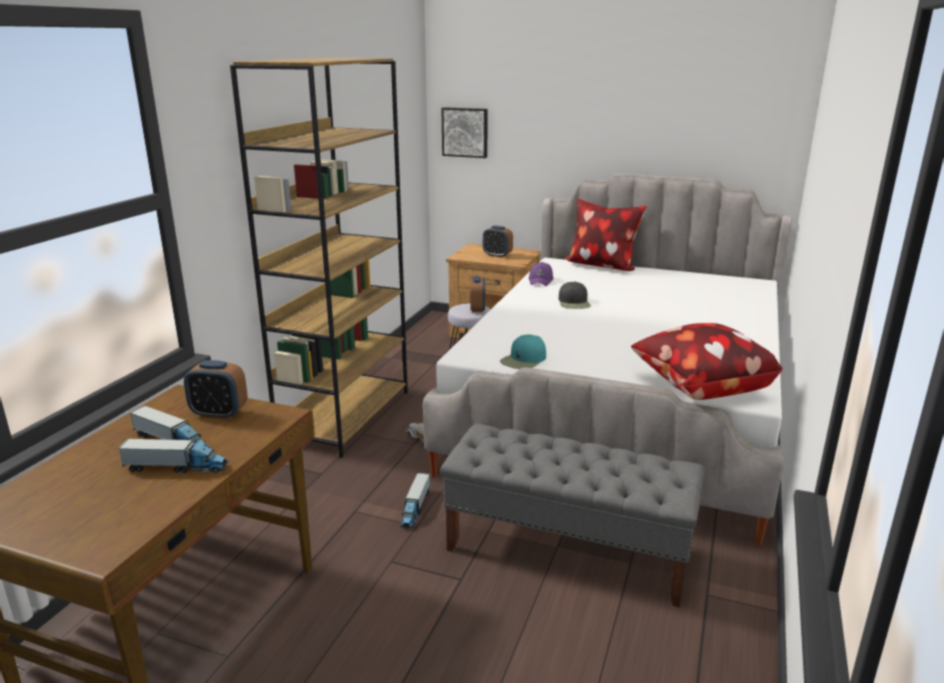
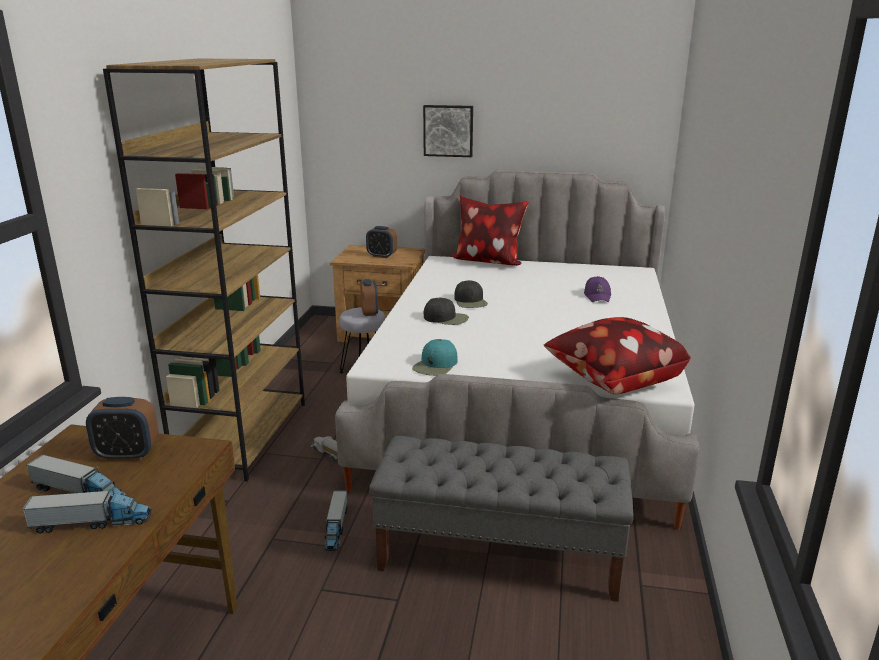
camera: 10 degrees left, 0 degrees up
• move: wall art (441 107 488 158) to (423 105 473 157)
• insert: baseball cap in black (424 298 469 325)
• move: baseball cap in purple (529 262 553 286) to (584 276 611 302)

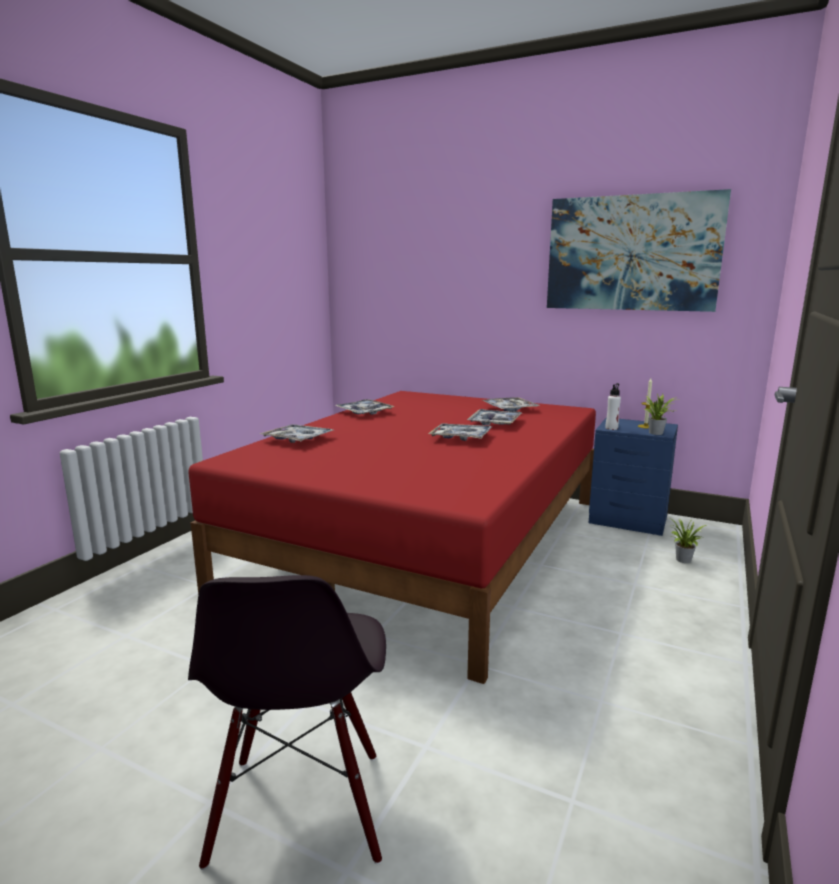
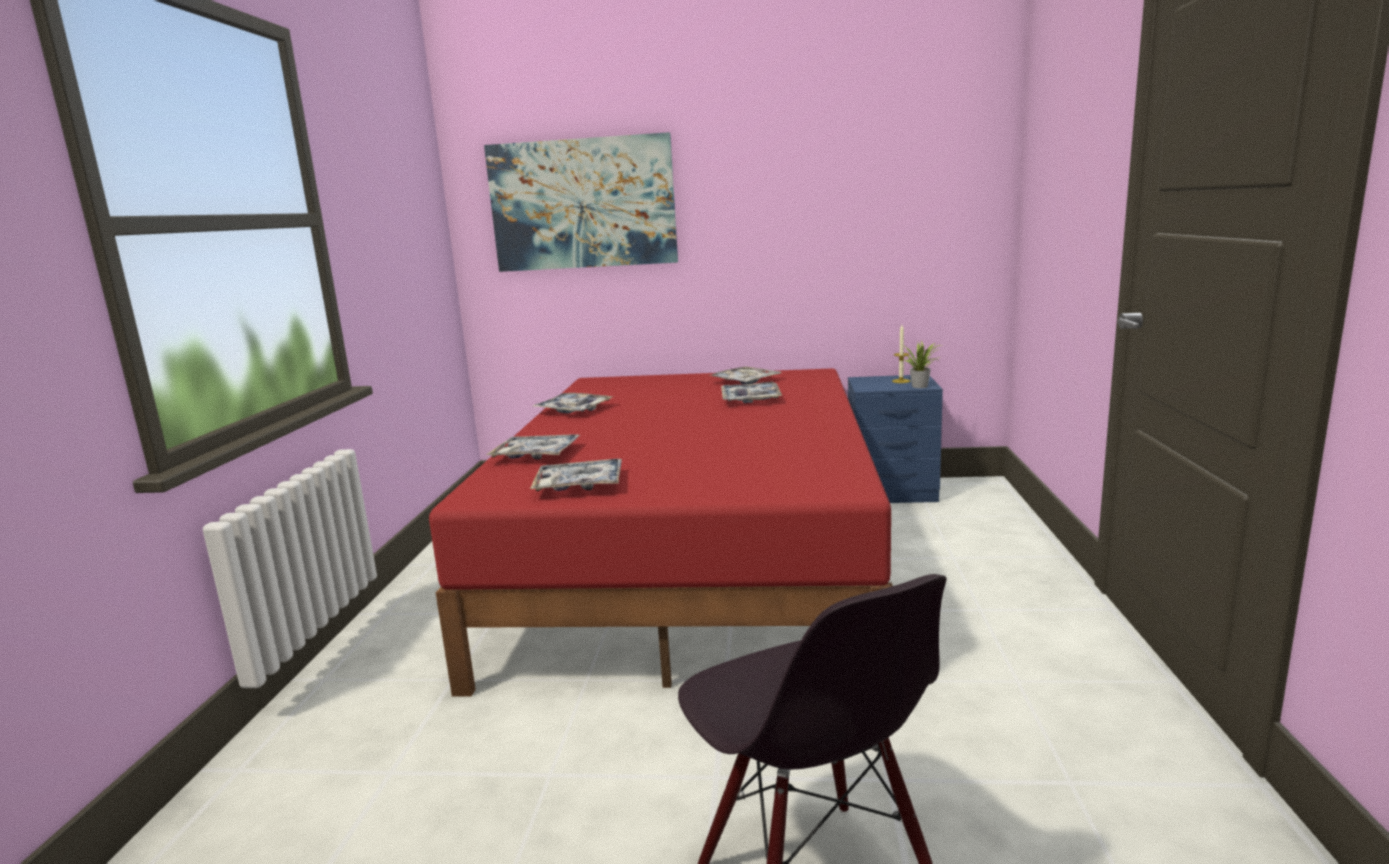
camera: 20 degrees left, 0 degrees up
• move: wall art (547 189 731 312) to (484 132 678 272)
• move: carrying tray (428 423 492 441) to (530 459 622 491)
• delete: beverage bottle in whitish (606 383 621 430)
• delete: plant in a pot (669 518 707 563)

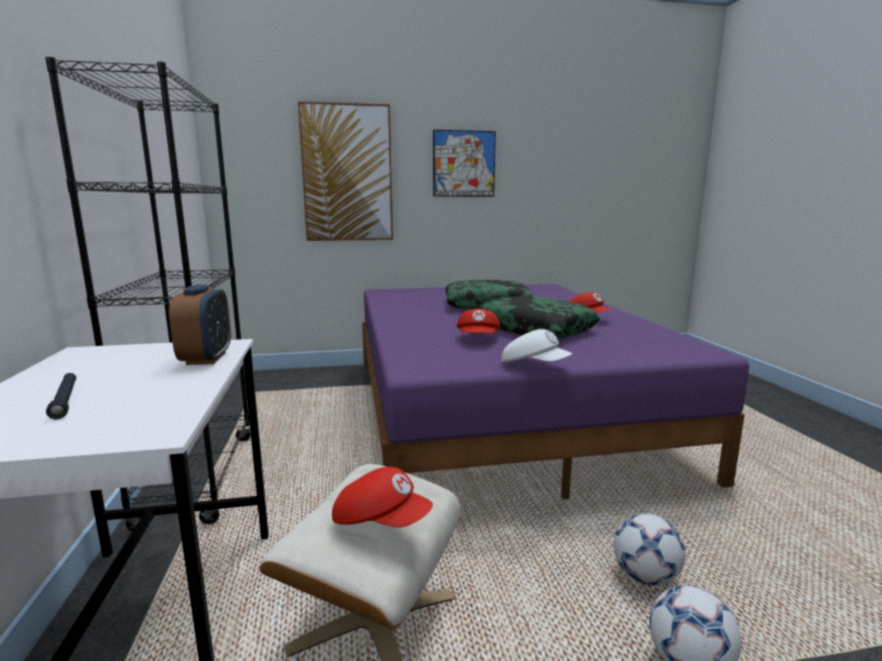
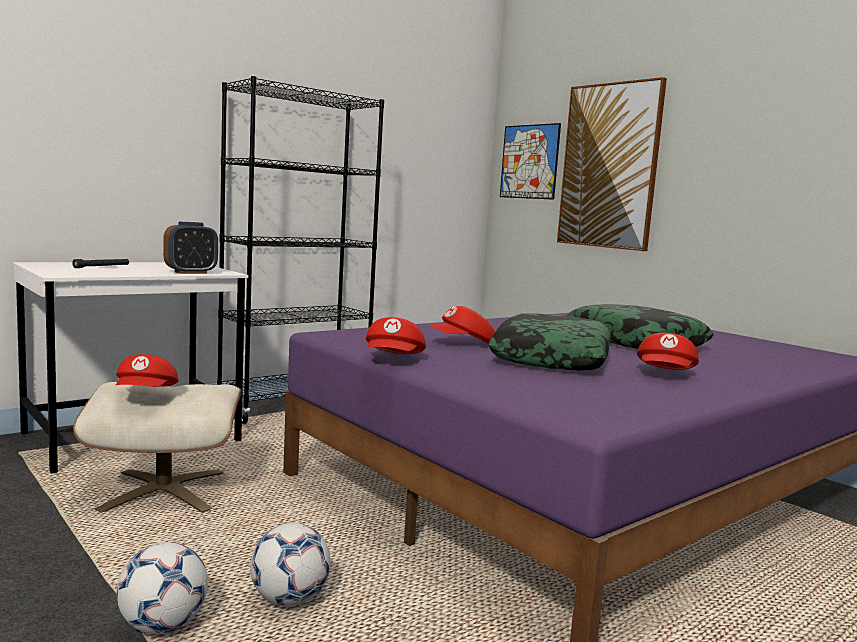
camera: 60 degrees right, 5 degrees down
• recolor: baseball cap in whitish (502 329 572 363) to baseball cap in reddish (366 317 426 354)
• move: wall art (433 130 496 197) to (500 123 561 200)

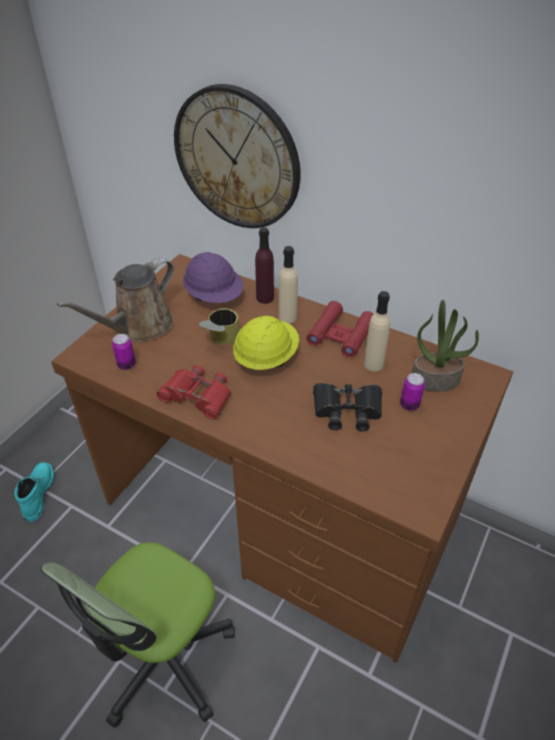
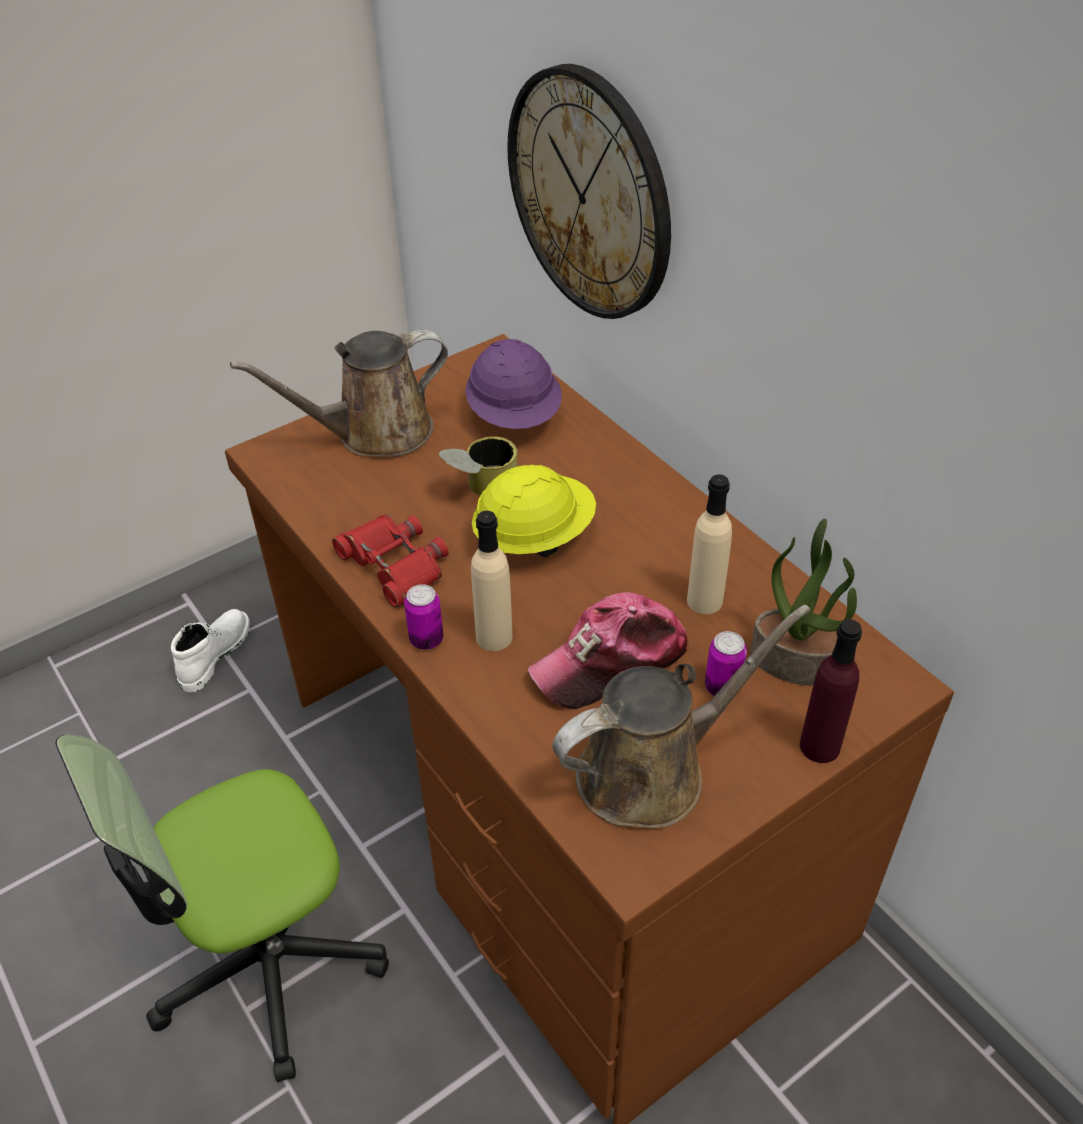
camera: 25 degrees right, 0 degrees up
• recolor: high-top boot in turquoise (14 462 54 522) to high-top boot in whitish (171 609 250 692)
• move: metal can (112 334 136 370) to (404 584 443 650)
• move: beverage bottle in sand-coloured (279 246 298 324) to (471 511 512 651)
• replace: field glasses in black (313 383 382 431) to baseball cap (528 592 690 709)
• insert: watering pot in brownish (552 605 811 829)
• move: beverage bottle in purple (255 227 274 304) to (800 619 862 763)
• delete: field glasses in reddish (306 301 374 358)

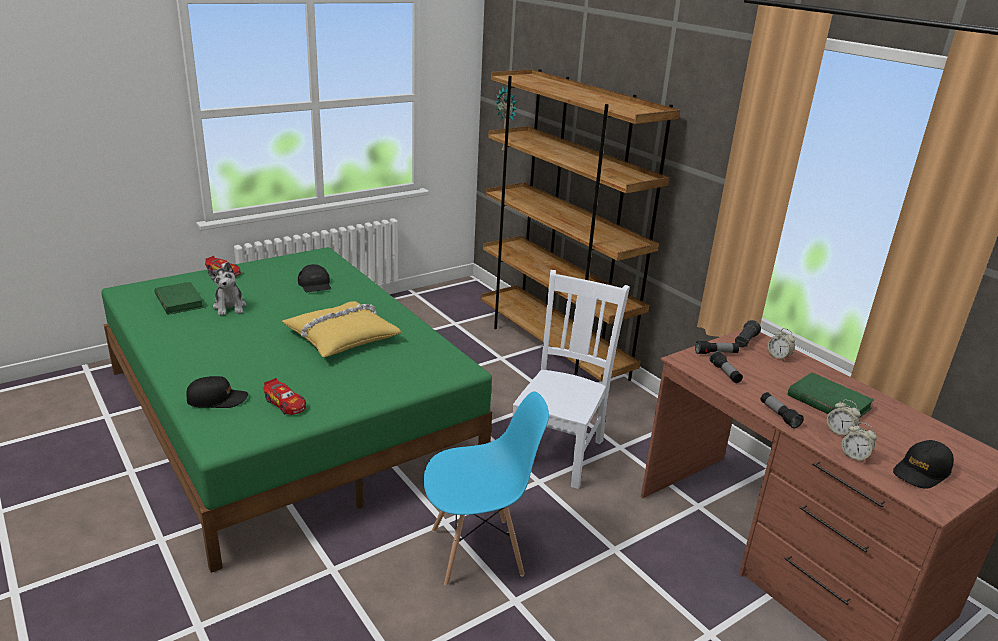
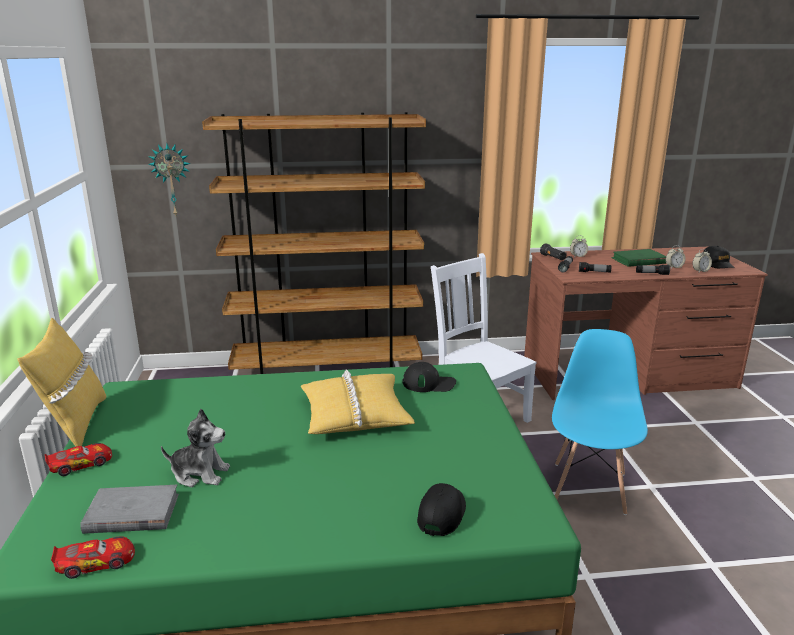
camera: 60 degrees left, 5 degrees down
• insert: pillow in yellow-coloured (18 318 107 447)
• move: miniature car (263 378 306 415) to (51 536 135 579)
• recolor: book in green-coloured (154 282 204 315) to book in greyish (80 485 179 534)
• move: baseball cap in black (298 264 331 292) to (402 362 456 392)

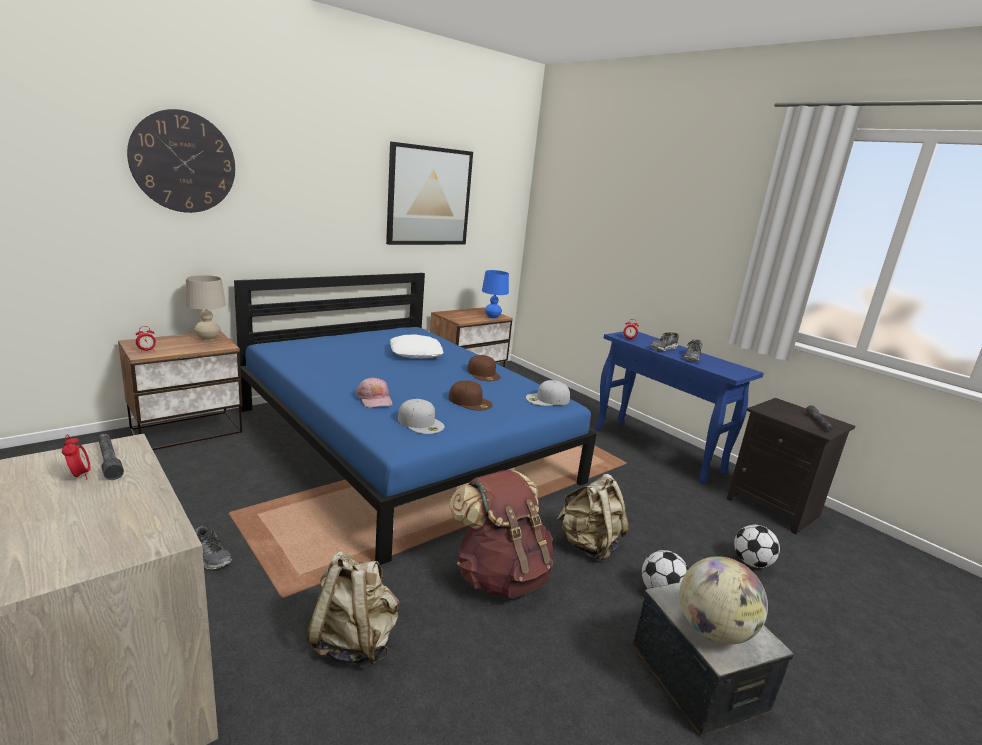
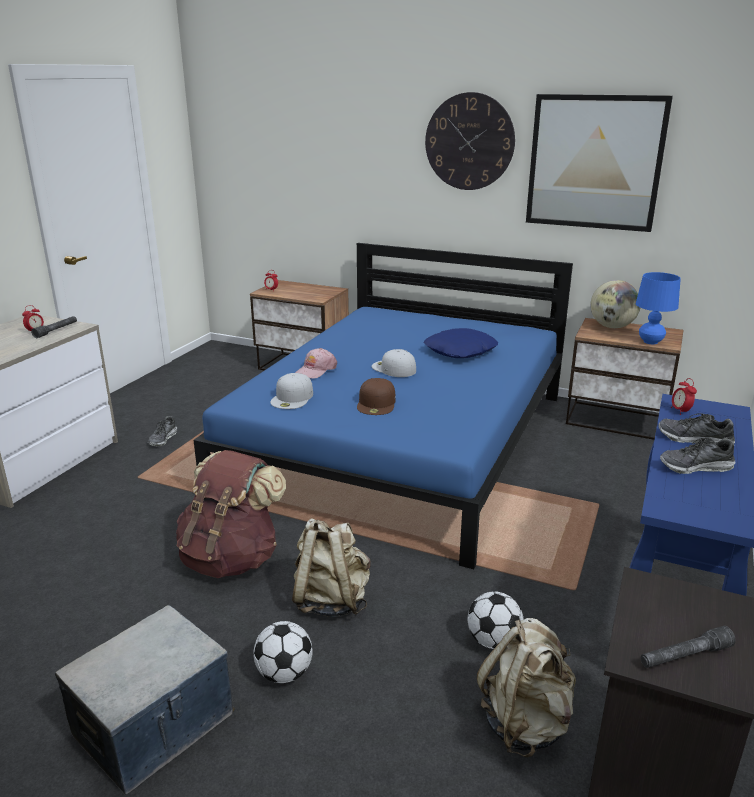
camera: 65 degrees right, 5 degrees up
• move: baseball cap in whitish (526 380 570 406) to (372 349 416 377)
• recolor: pillow in whitish (390 335 443 358) to pillow in bluish (424 328 498 358)
• move: wall clock (127 109 235 213) to (425 92 515 190)
• move: football (734 525 780 568) to (468 591 524 649)
• move: backpack in sand-coloured (307 551 400 665) to (477 618 576 757)
• move: globe (680 556 768 645) to (590 280 640 328)
• delete: tabletop lamp in sand-coloured (185 275 226 340)
• delete: baseball cap in brownish (467 355 501 381)

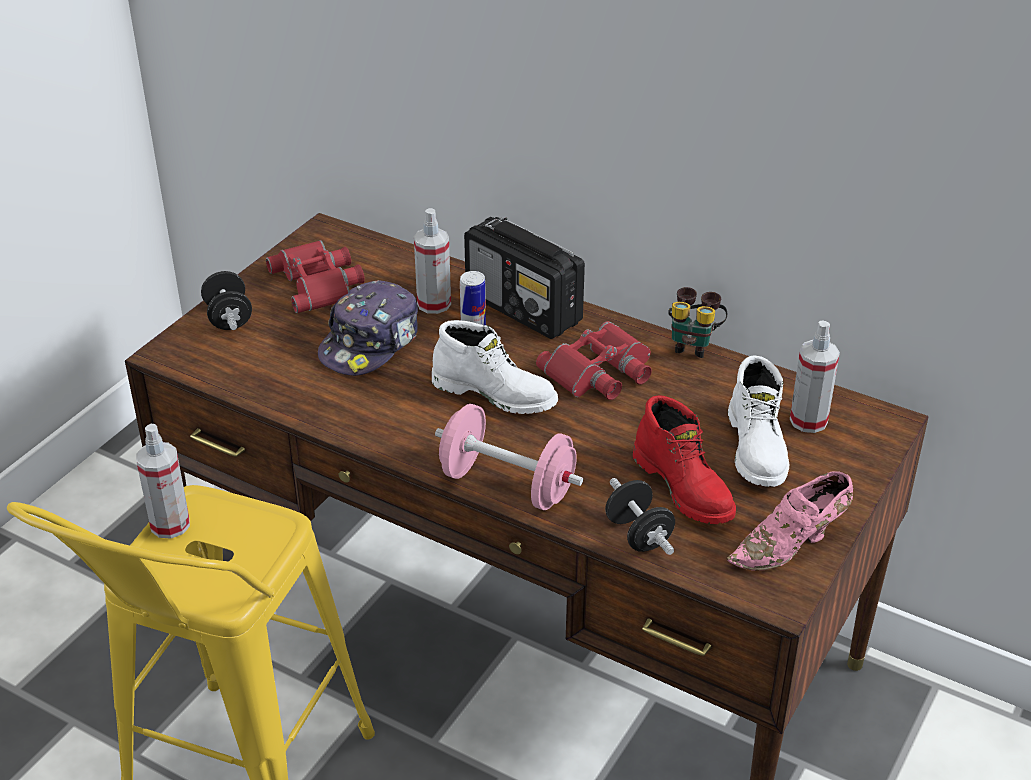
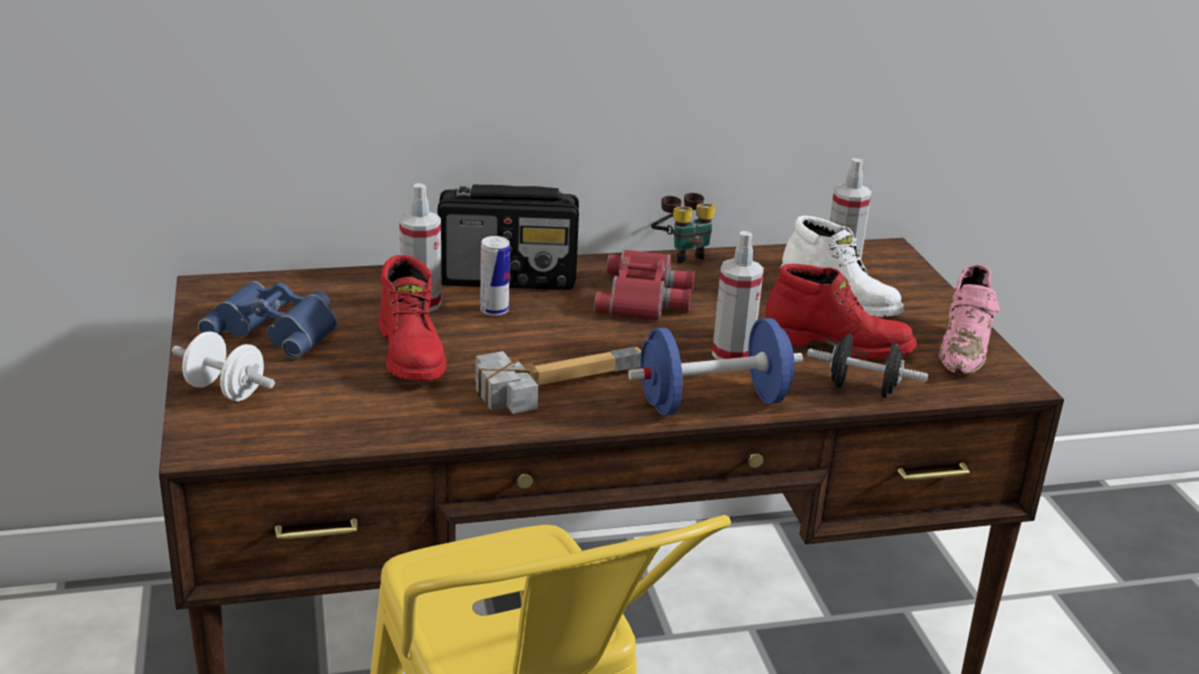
camera: 45 degrees left, 10 degrees down
• recolor: dumbbell in black (201 271 252 330) to dumbbell in whitish (172 332 275 401)
• recolor: field glasses in reddish (266 240 365 313) to field glasses in bluish (198 281 338 359)
• replace: baseball cap (318 280 418 376) to high-top boot in reddish (379 255 447 381)
• insert: tool hammer (476 347 641 414)
• recolor: dumbbell in pink (435 404 583 510) to dumbbell in bluish (628 318 803 415)
• move: hand sprayer (136 424 190 539) to (712 231 764 360)
• delete: high-top boot in whitish (432 320 558 414)

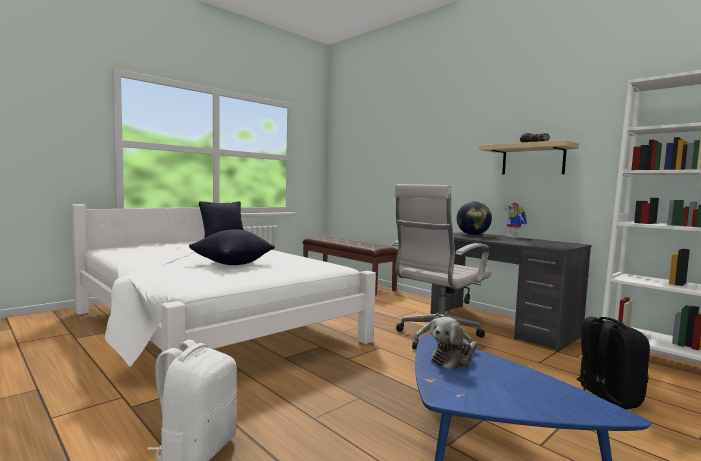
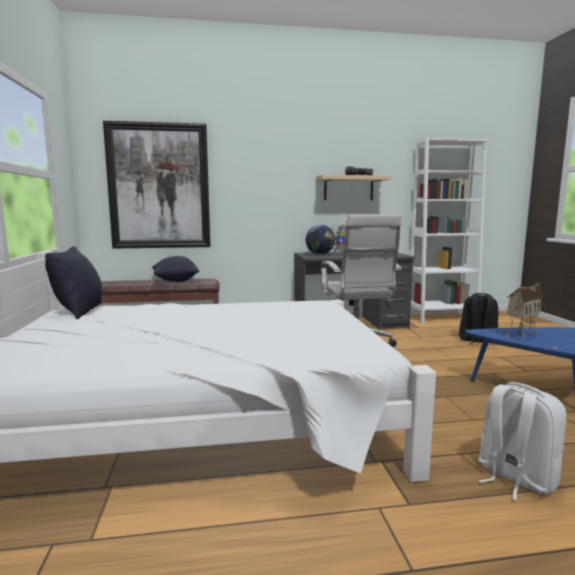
camera: 55 degrees left, 5 degrees up
• insert: wall art (103 121 210 249)
• move: pillow in black (189 229 275 265) to (152 256 199 282)
• replace: soft toy (430 317 477 370) to model house (506 283 543 341)

